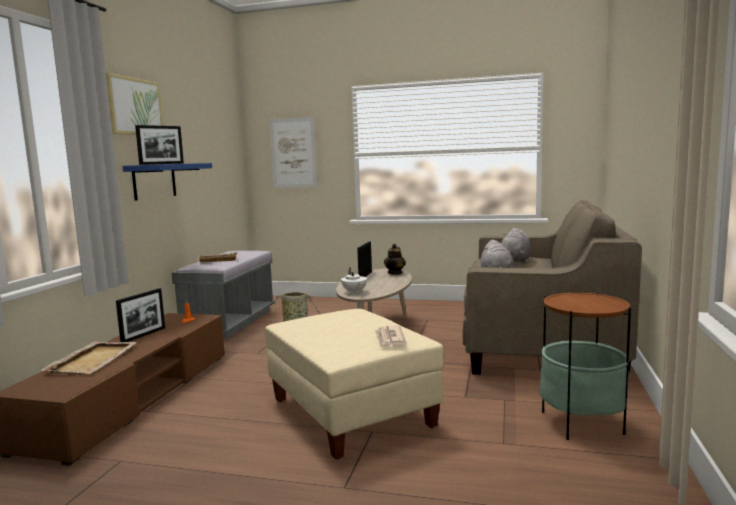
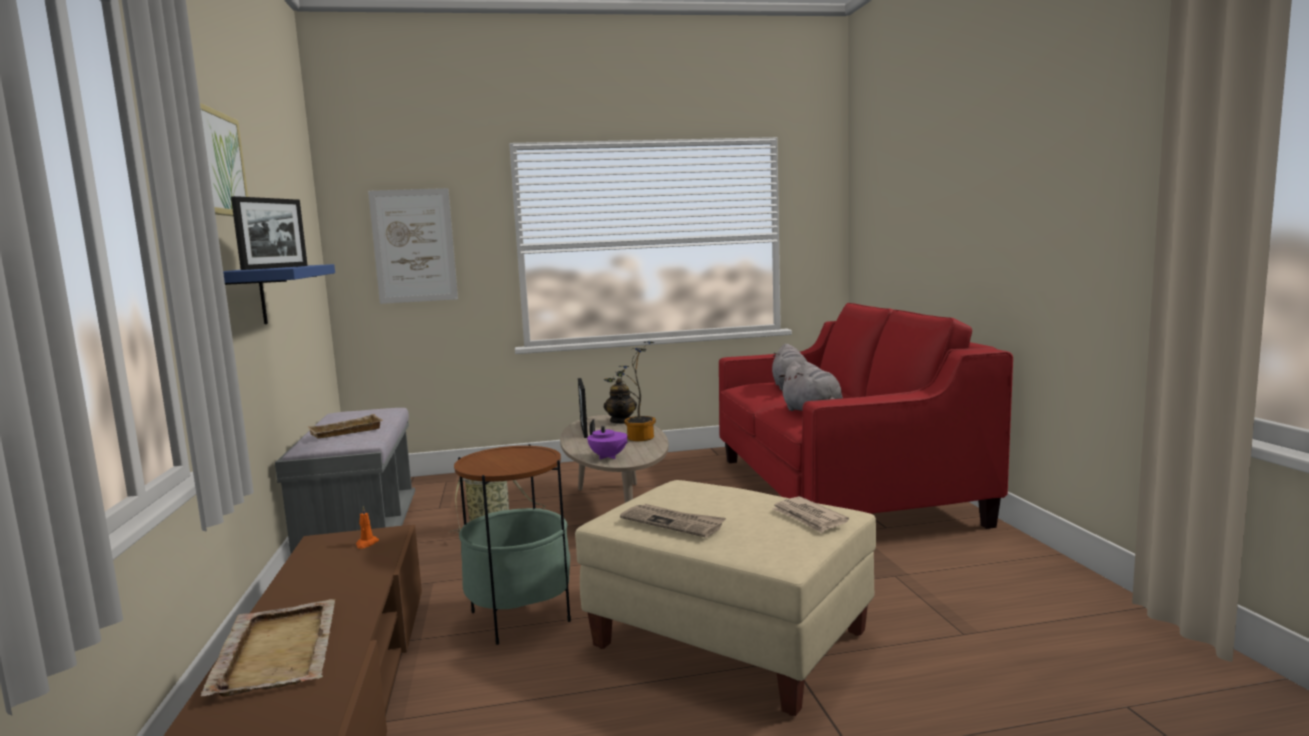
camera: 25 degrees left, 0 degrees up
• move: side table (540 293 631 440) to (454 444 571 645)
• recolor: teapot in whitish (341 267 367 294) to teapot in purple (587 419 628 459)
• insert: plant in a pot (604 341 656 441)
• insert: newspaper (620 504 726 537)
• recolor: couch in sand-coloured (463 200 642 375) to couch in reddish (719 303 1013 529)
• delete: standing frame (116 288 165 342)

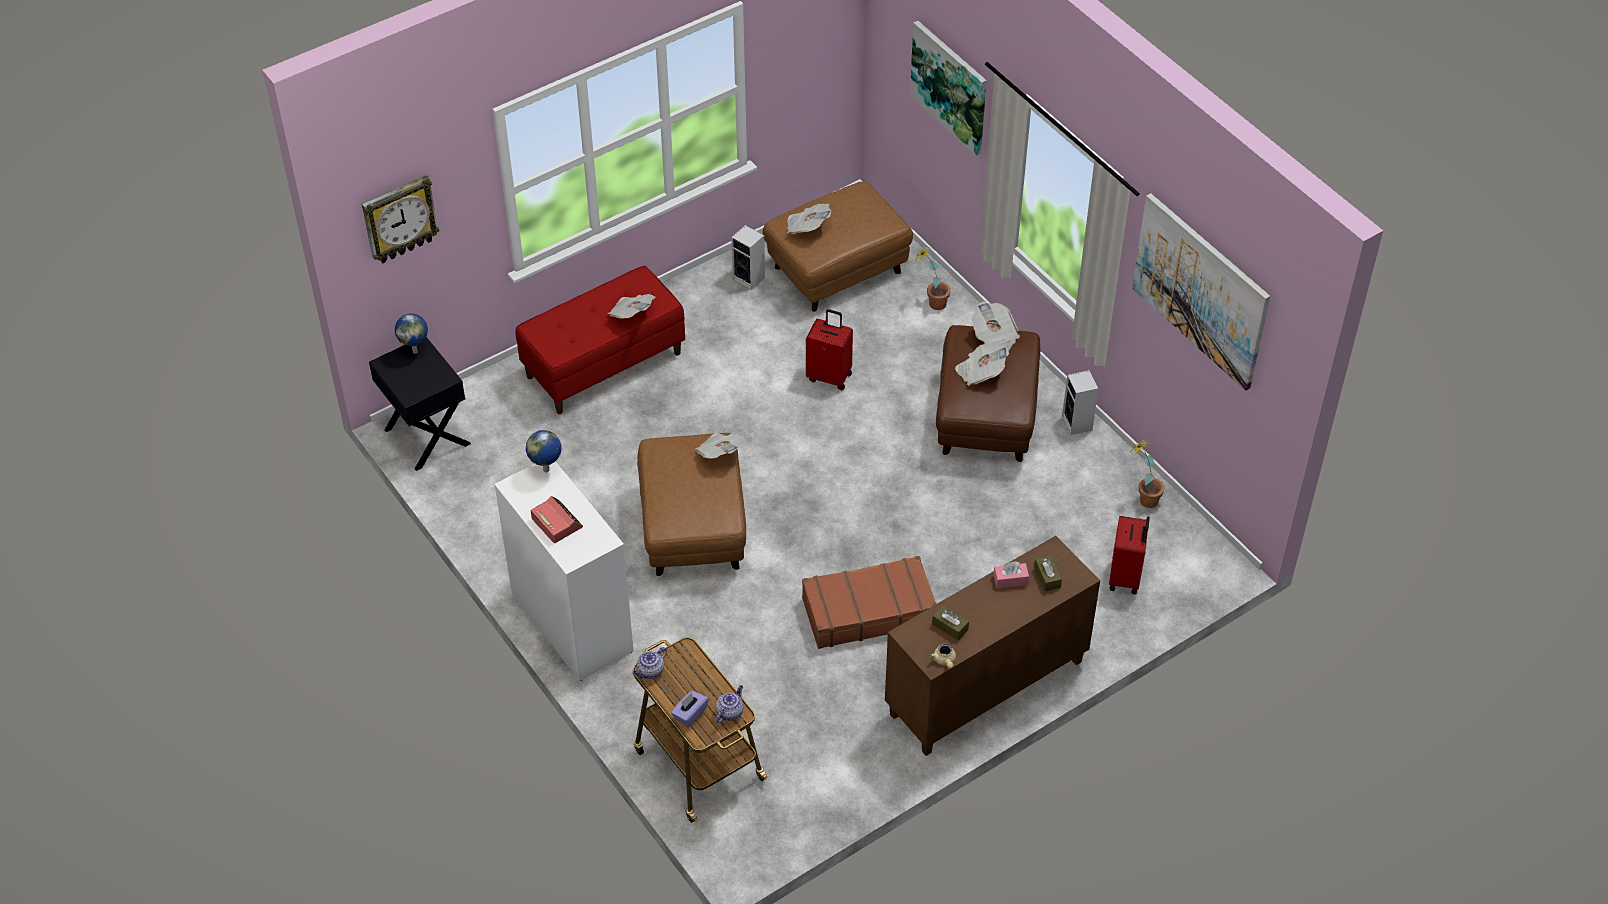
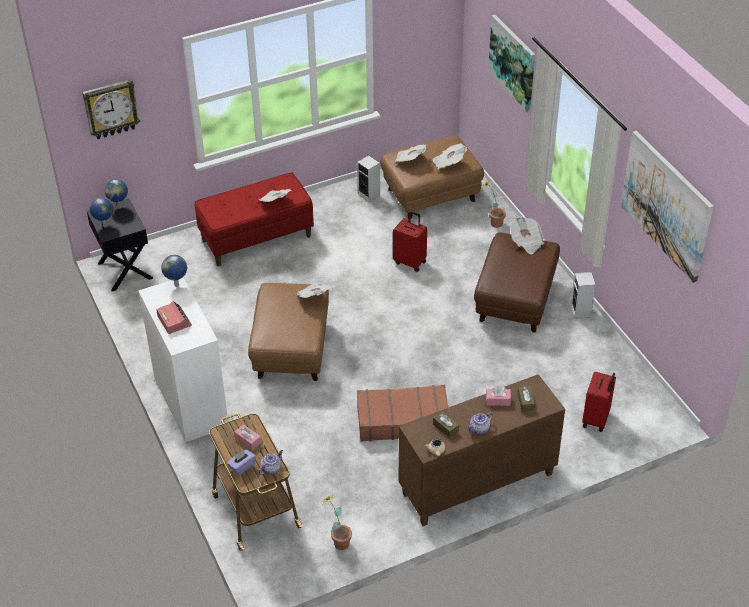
camera: 10 degrees right, 5 degrees down
• insert: globe (90 198 113 227)
• insert: tissue box in pink (234 424 261 451)
• move: plant in a pot (1132 440 1164 508) to (322 494 352 550)
• move: newspaper (955 341 1009 386) to (433 143 467 169)
• move: teapot (633 647 667 679) to (467 412 493 434)

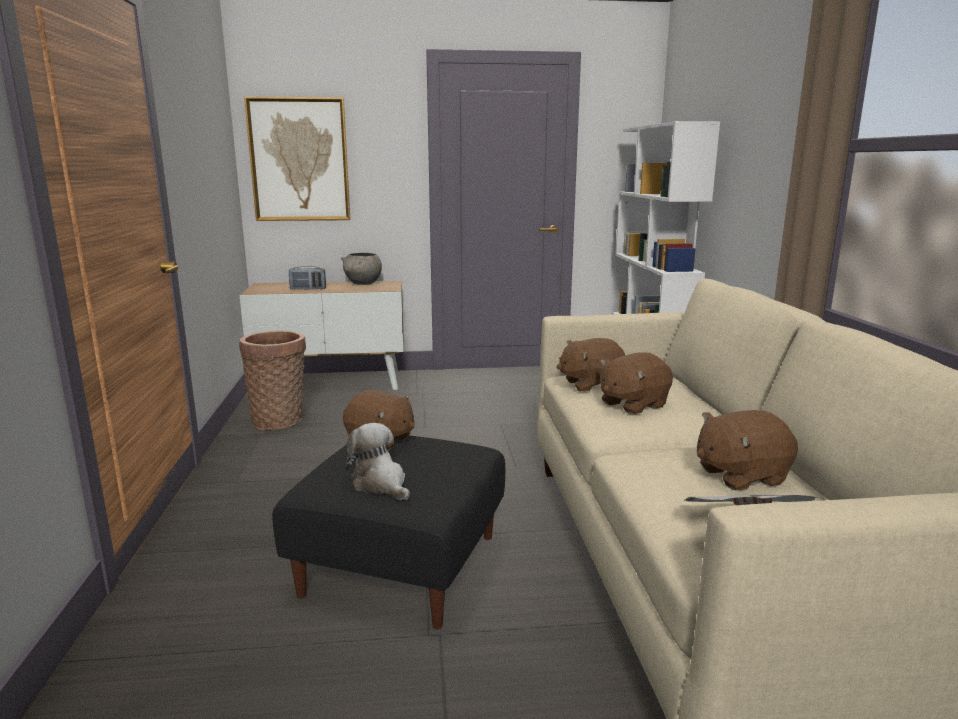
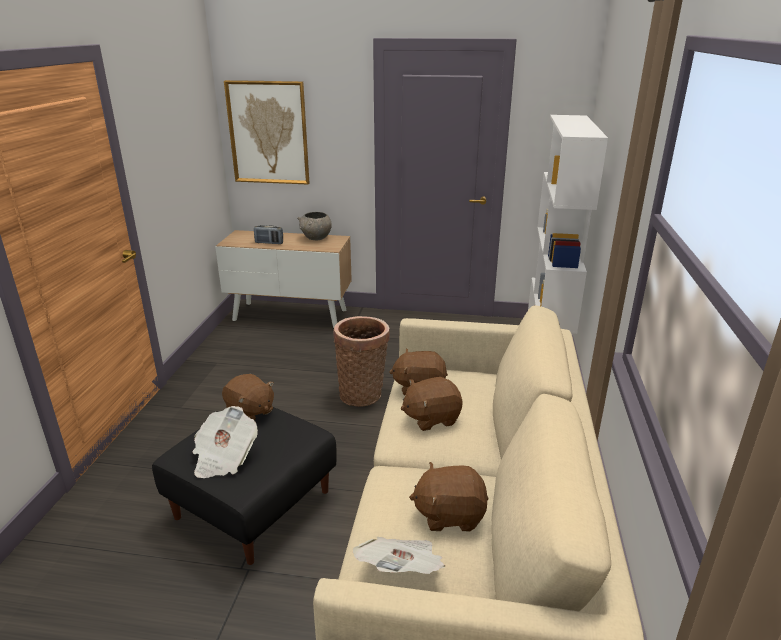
camera: 15 degrees right, 10 degrees up
• replace: soft toy (346 423 410 500) to newspaper (193 406 258 478)
• move: storage basket (239 331 306 430) to (333 316 390 407)

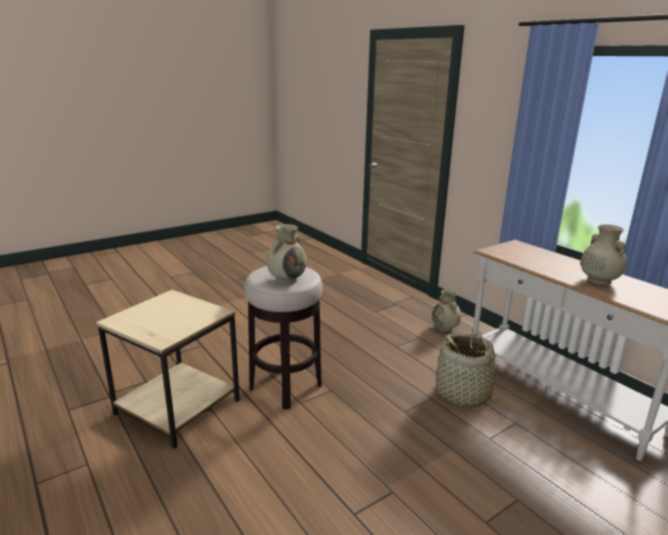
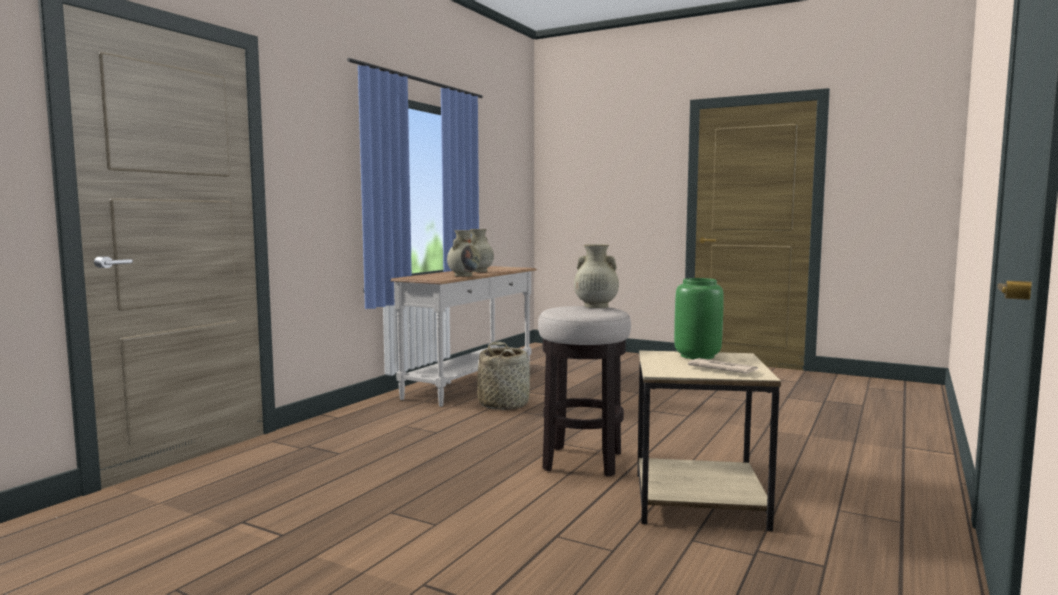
camera: 115 degrees left, 15 degrees down
• move: flower vase in sand-coloured (432 289 461 332) to (447 230 480 277)
• insert: flower vase in green-coloured (674 278 724 359)
• insert: newspaper (688 358 758 374)

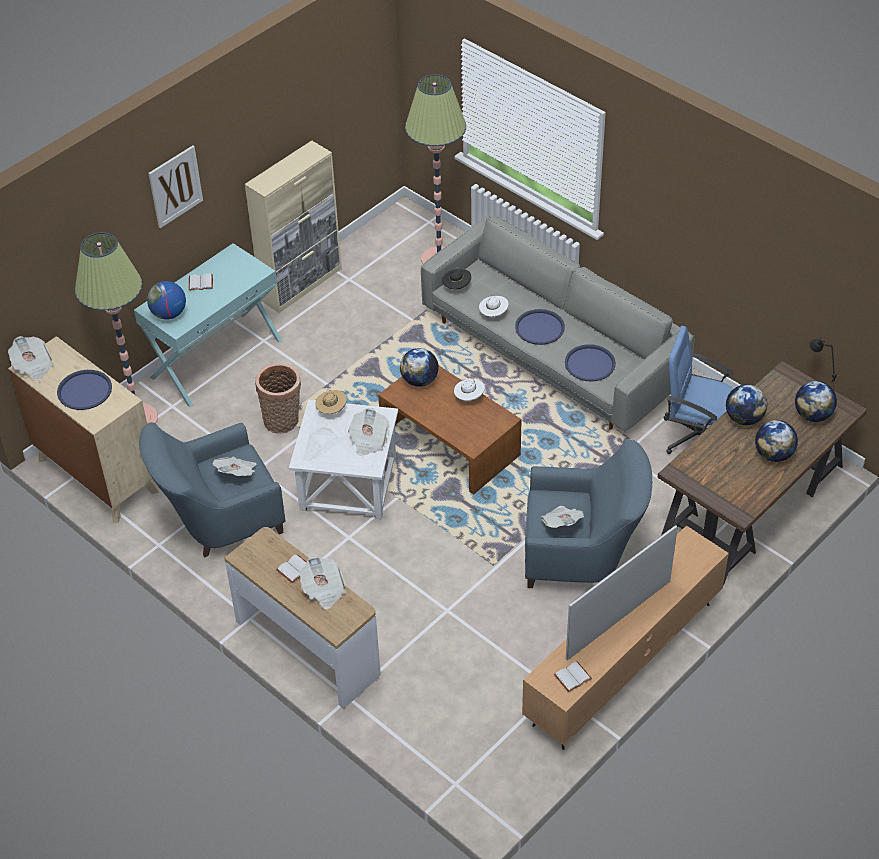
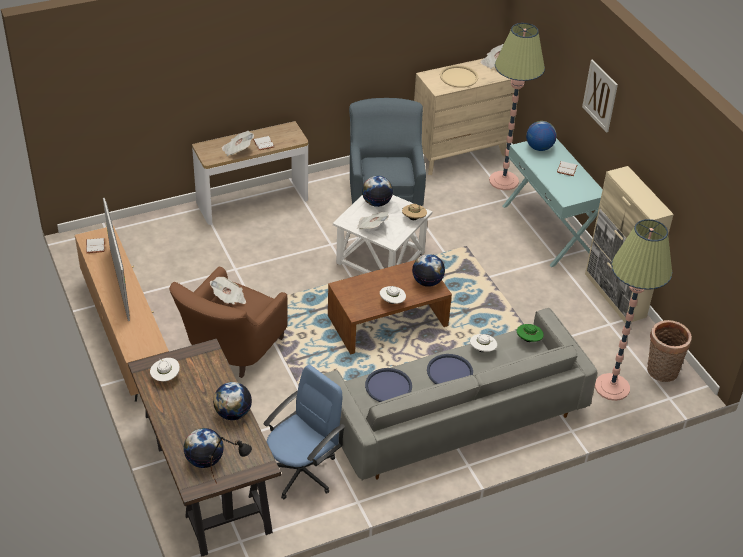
camera: 110 degrees right, 5 degrees down
• insert: clothing hat in whitish (150 358 180 381)
• recolor: armchair in bluish (525 439 652 588) to armchair in brownish (169 267 288 378)
• move: globe (755 420 798 462) to (362 176 393 207)
• recolor: carrying tray in bluish (57 370 112 410) to carrying tray in sand-coloured (440 65 478 88)
• recolor: clothing hat in black (442 268 471 290) to clothing hat in green-coloured (517 324 544 342)
• move: storage basket (255 363 301 434) to (647 320 692 382)
• delete: newspaper (213 457 256 476)

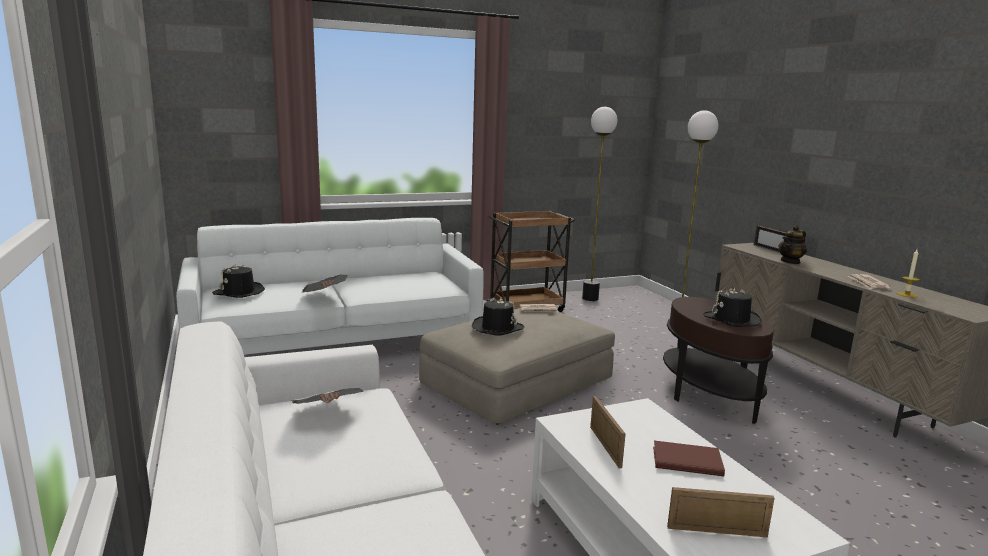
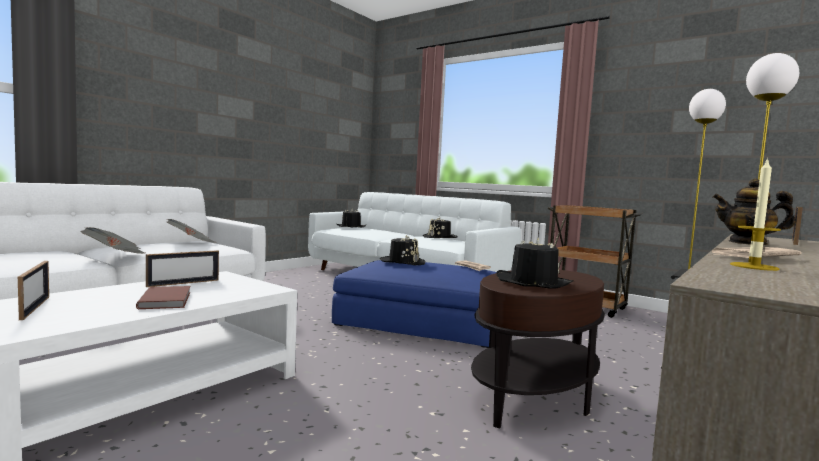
camera: 60 degrees right, 10 degrees down
• move: newspaper (301 274 348 293) to (80 227 145 254)
• recolor: footrest in sand-coloured (419 308 615 425) to footrest in bluish (332 260 497 348)
• insert: clothing hat in black (423 217 458 238)

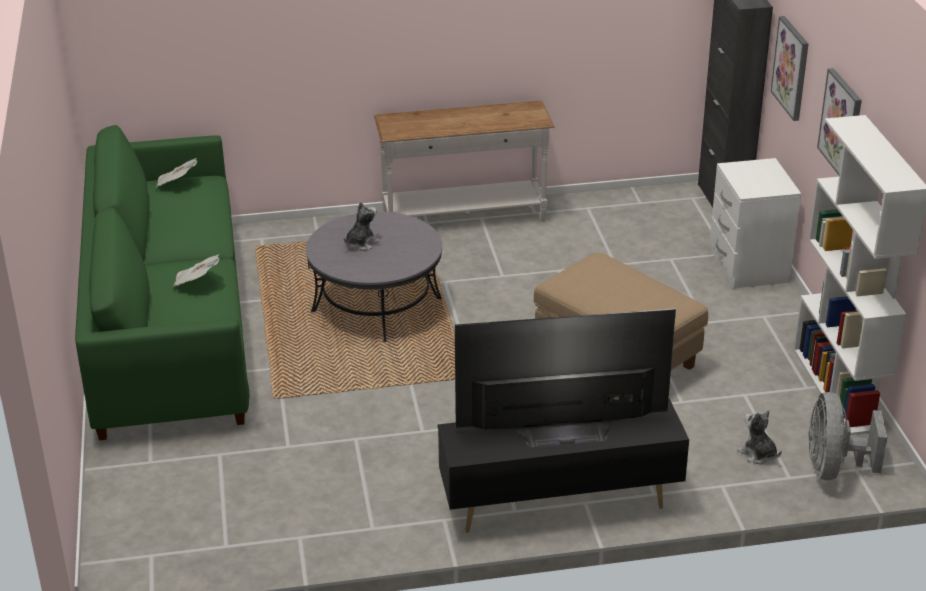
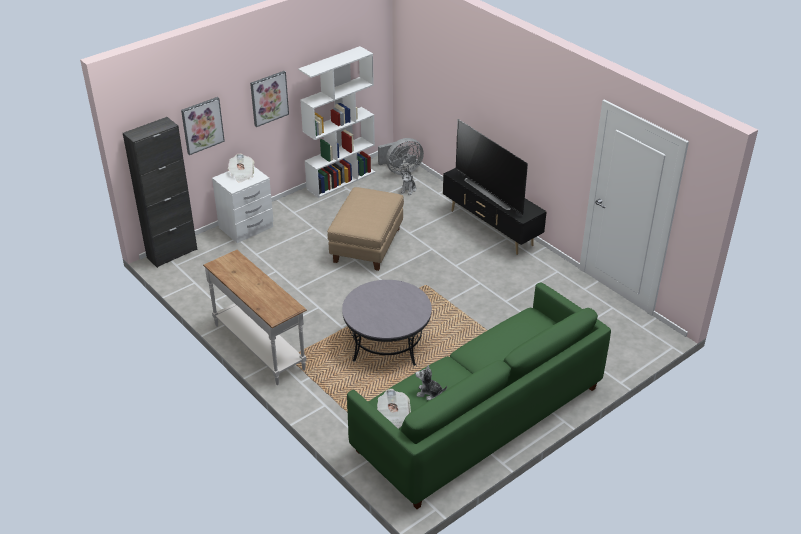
camera: 120 degrees left, 5 degrees up
• move: newspaper (173 254 219 286) to (228 154 254 183)
• move: soft toy (344 202 379 251) to (415 364 447 400)

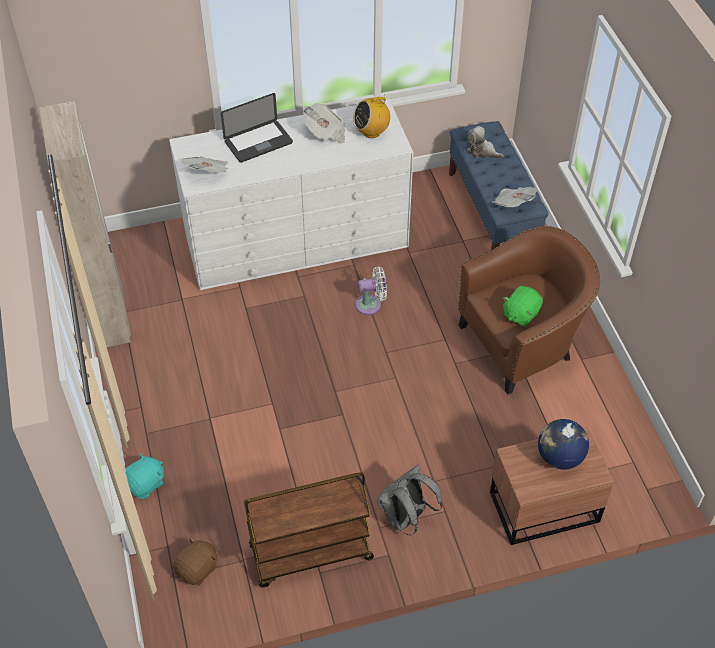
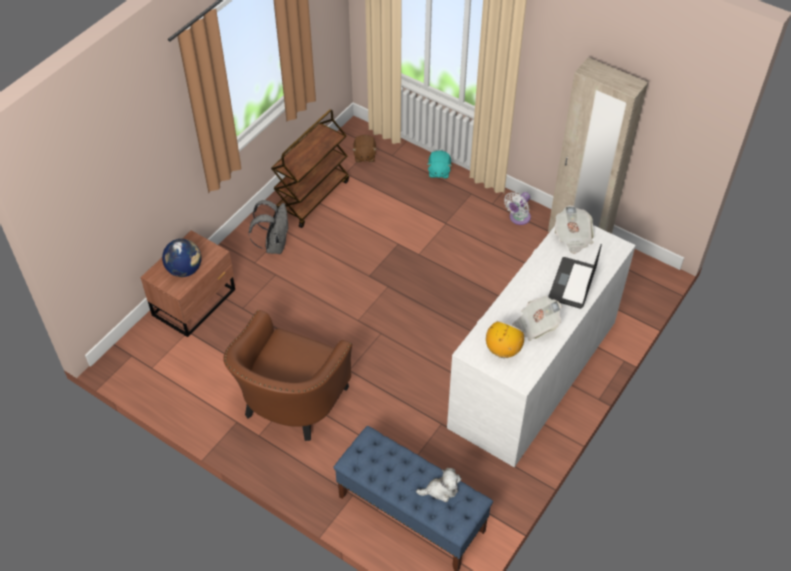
camera: 140 degrees right, 0 degrees up
• move: electric fan in whitish (355 266 387 315) to (504 192 531 225)
• delete: newspaper (492 187 538 207)
• delete: soft toy in green-coloured (503 286 543 327)

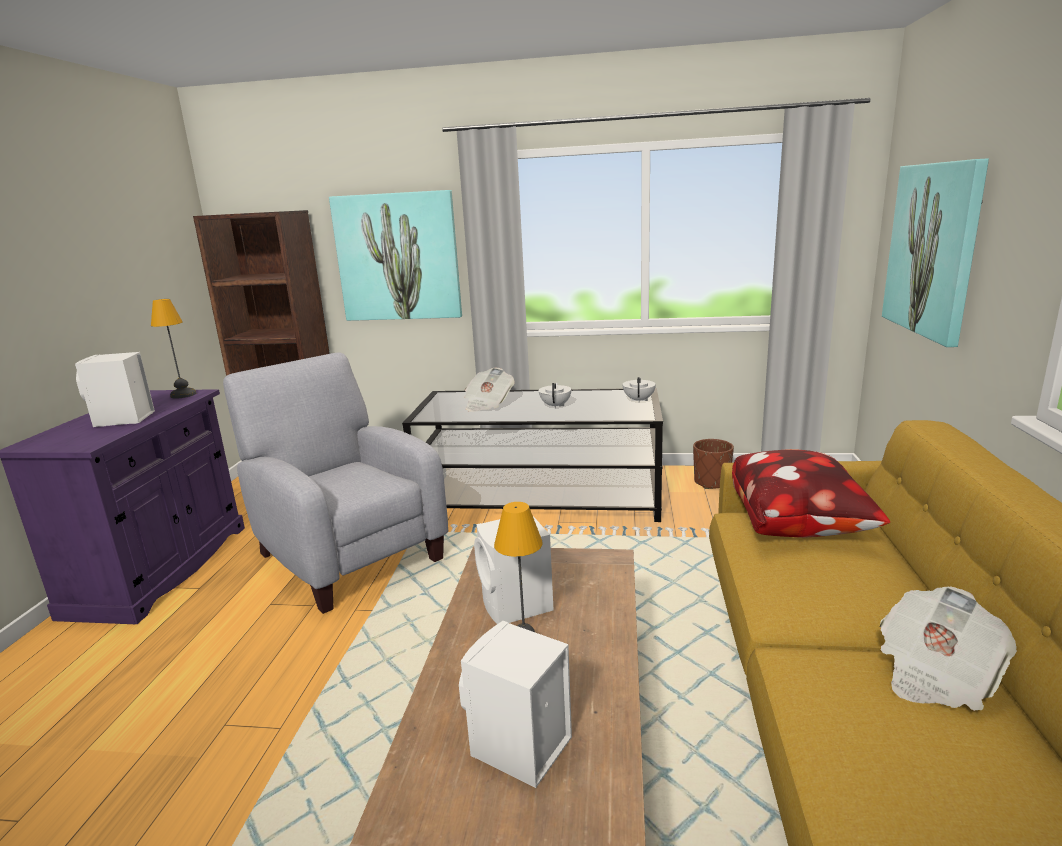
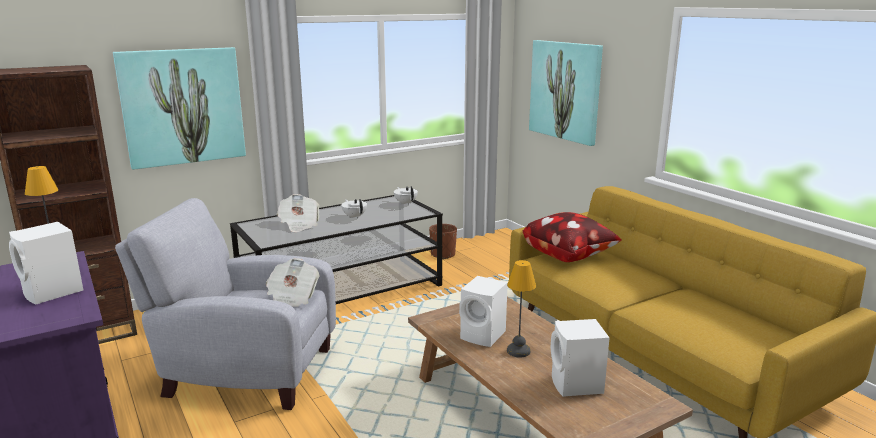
camera: 40 degrees left, 0 degrees up
• move: newspaper (879 587 1017 711) to (266 258 320 307)

